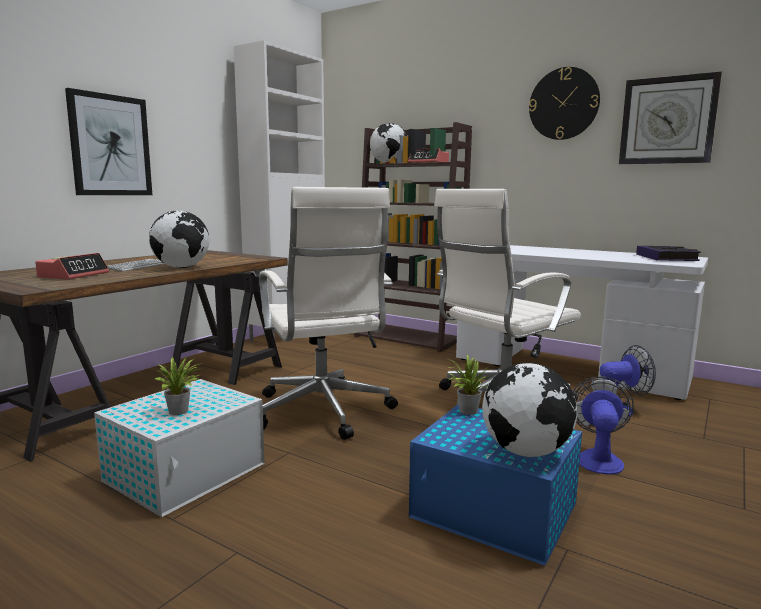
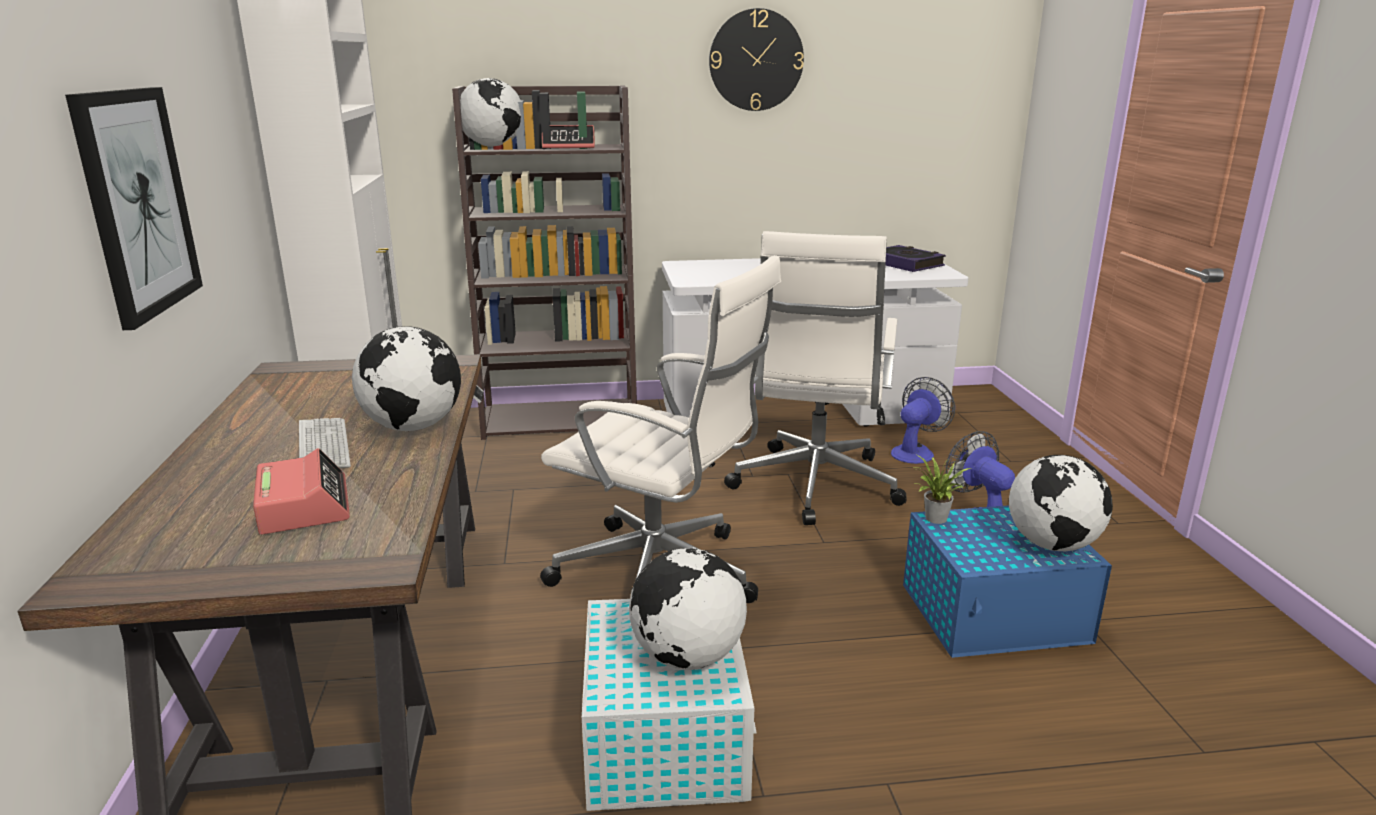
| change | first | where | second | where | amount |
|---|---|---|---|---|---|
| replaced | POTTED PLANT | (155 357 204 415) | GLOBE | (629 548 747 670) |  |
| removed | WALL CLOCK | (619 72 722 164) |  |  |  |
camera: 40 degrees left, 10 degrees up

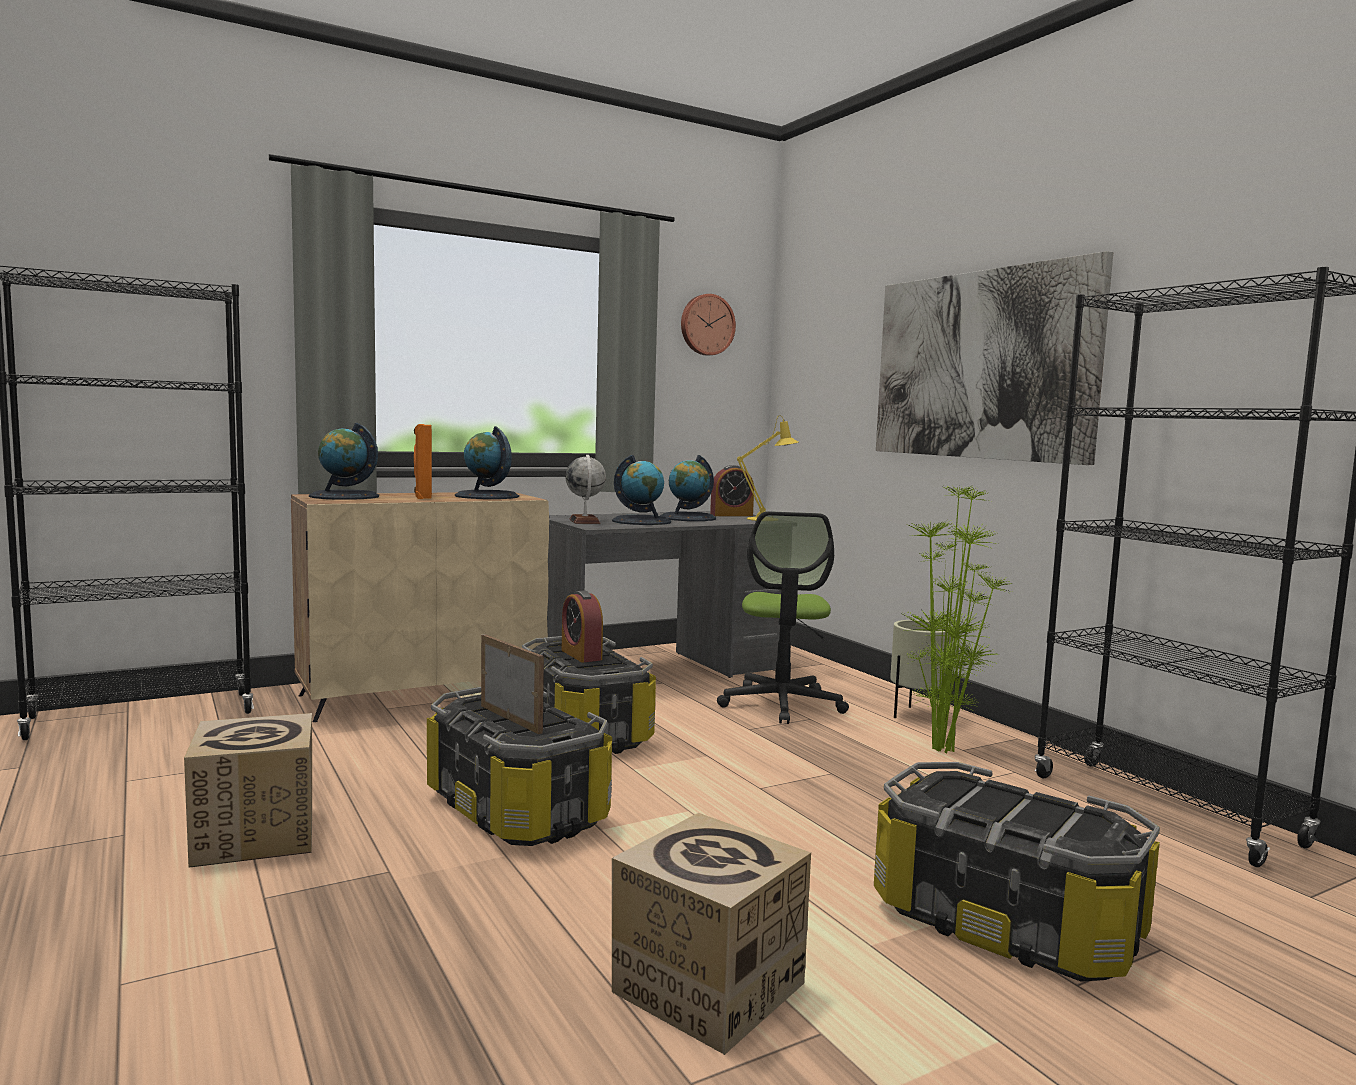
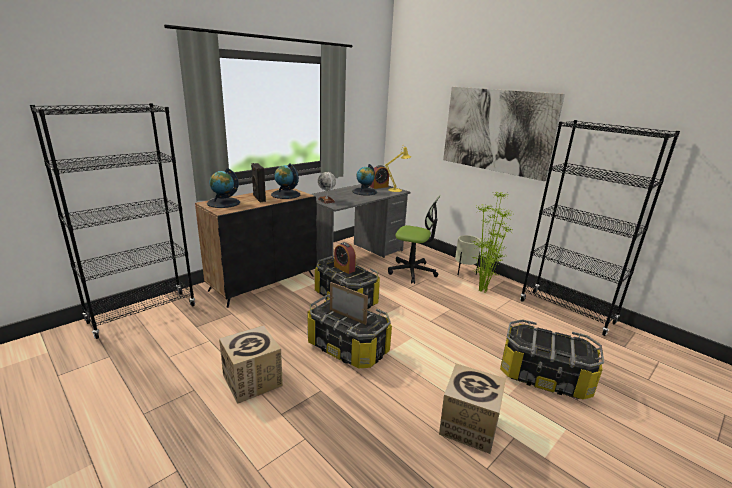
| change | first | where | second | where | amount |
|---|---|---|---|---|---|
| recoloured | BEIGE CABINET | (291 492 549 722) | BLACK CABINET | (195 188 317 308) |  |
| recoloured | ORANGE SPEAKER | (414 424 432 499) | BLACK SPEAKER | (251 163 266 202) |  |
| turned | OFFICE CHAIR | (717 511 849 724) |  | (388 195 441 284) | 60 degrees counterclockwise |
| removed | GLOBE | (612 455 671 525) |  |  |  |
| removed | WALL CLOCK | (681 294 736 356) |  |  |  |
camera: 15 degrees left, 15 degrees up

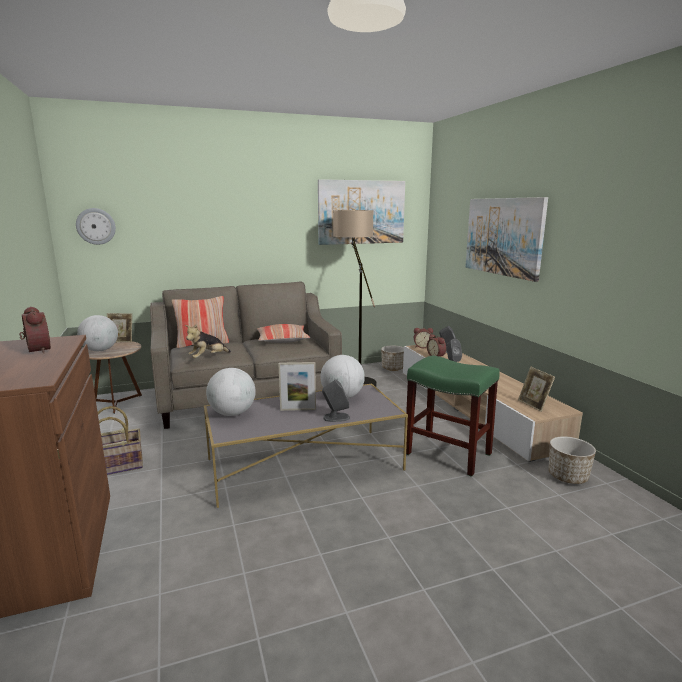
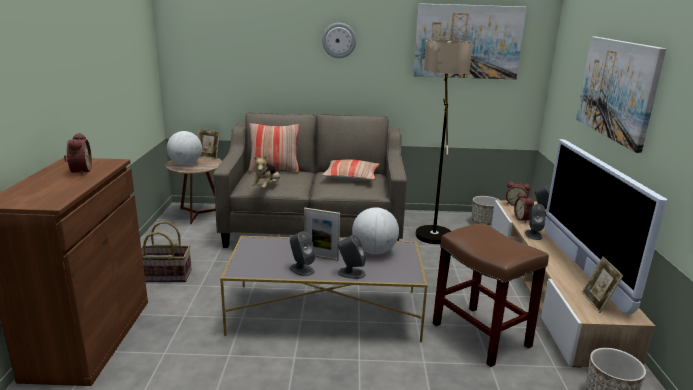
| change | first | where | second | where | amount |
|---|---|---|---|---|---|
| turned | PLUSH TOY | (185 324 231 358) |  | (251 155 280 189) | 45 degrees counterclockwise |
| added |  |  | GREY SPEAKER | (289 231 316 276) |  |
| moved | WALL CLOCK | (76 208 116 245) |  | (322 23 356 58) |  |
| recoloured | GREEN STOOL | (406 356 500 477) | BROWN STOOL | (433 223 549 367) |  |
| added |  |  | TELEVISION | (545 139 668 314) |  |
| removed | GLOBE | (206 368 256 416) |  |  |  |
camera: 20 degrees right, 5 degrees up

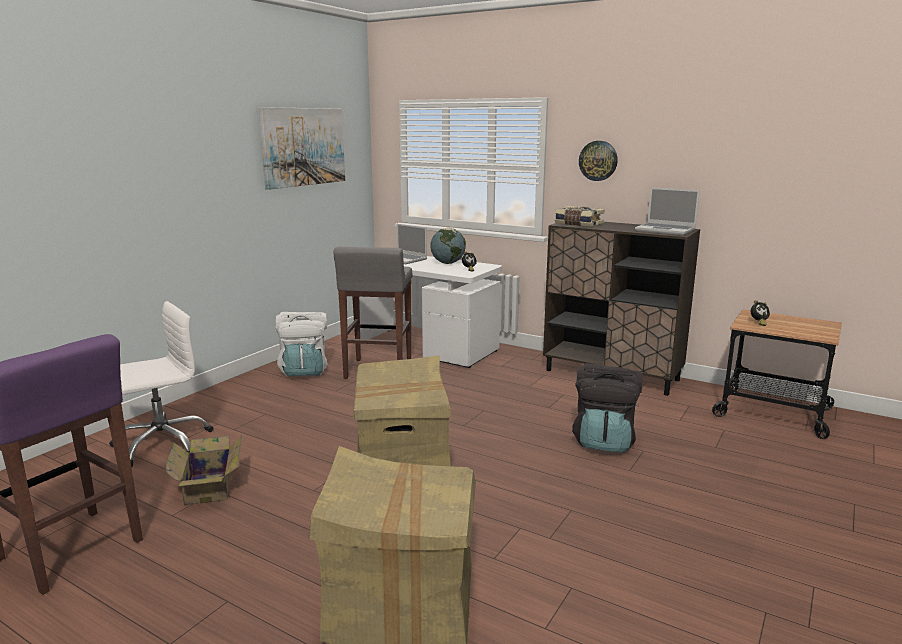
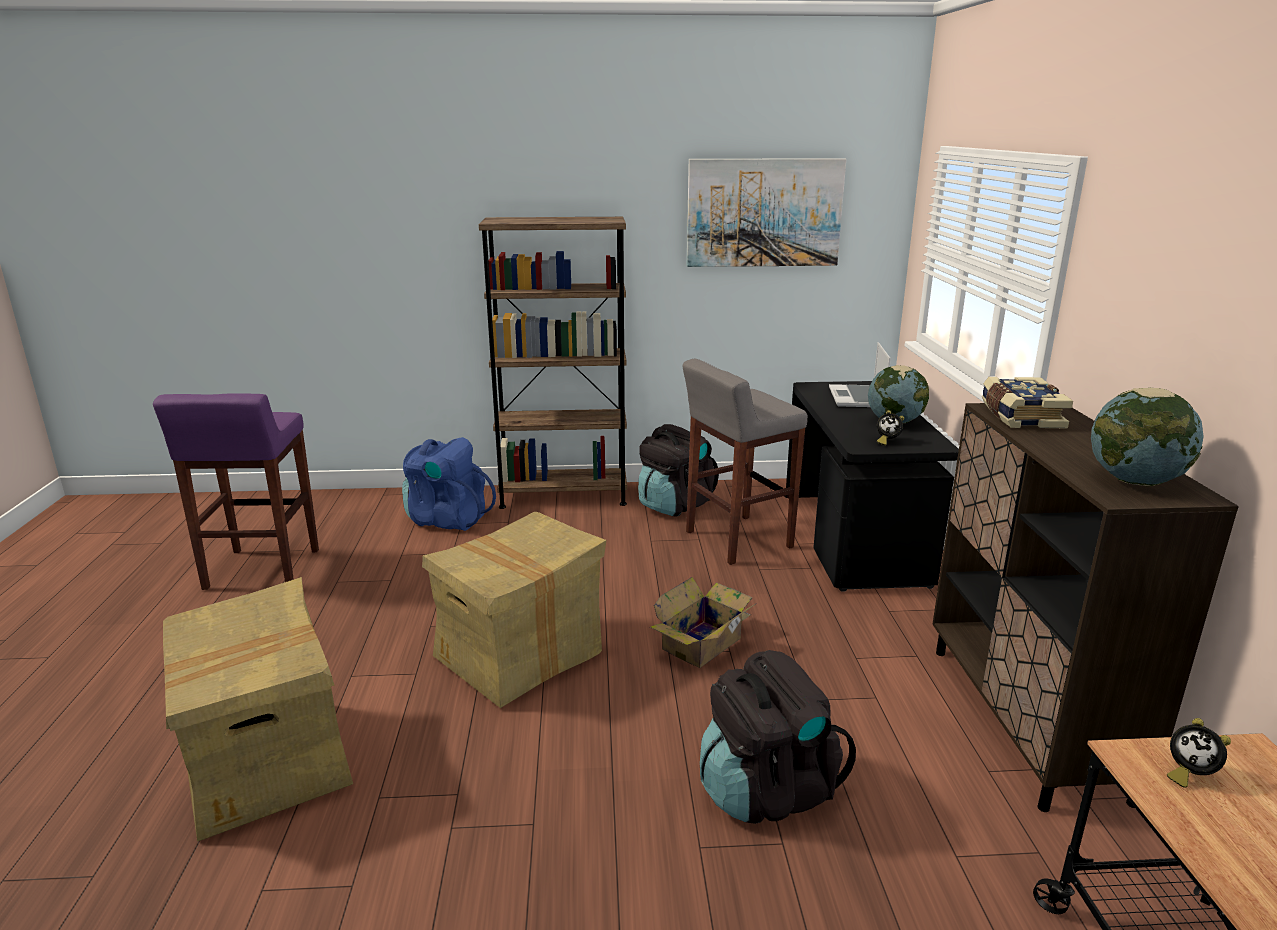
| change | first | where | second | where | amount |
|---|---|---|---|---|---|
| replaced | WHITE OFFICE CHAIR | (109 301 213 468) | BLUE BACKPACK | (402 437 496 531) |  |
| added |  |  | BROWN BOOKCASE | (479 217 627 509) |  |
| recoloured | WHITE BACKPACK | (275 312 328 376) | BLACK BACKPACK | (638 424 719 517) |  |
| moved | CARDBOARD BOX | (166 435 242 505) |  | (650 577 755 668) |  |
| recoloured | WHITE DESK | (359 256 502 368) | BLACK DESK | (785 381 959 592) |  |
| replaced | LAPTOP | (635 187 700 235) | GLOBE | (1091 388 1204 486) |  |
| removed | WALL CLOCK | (579 141 618 181) |  |  |  |
camera: 55 degrees right, 5 degrees up

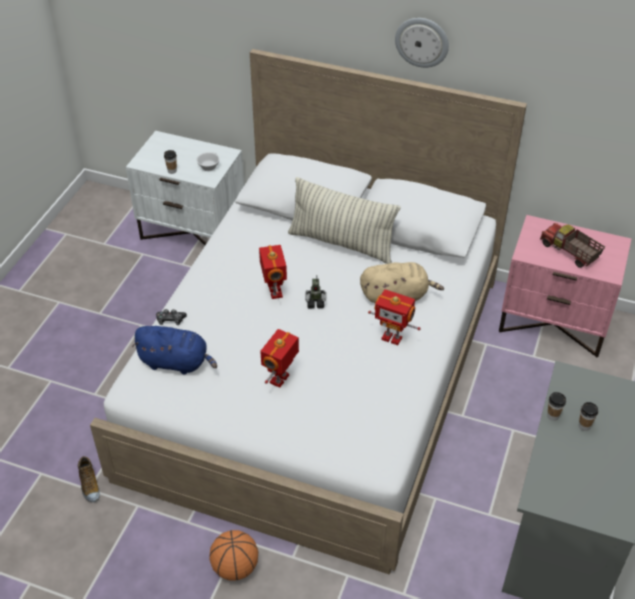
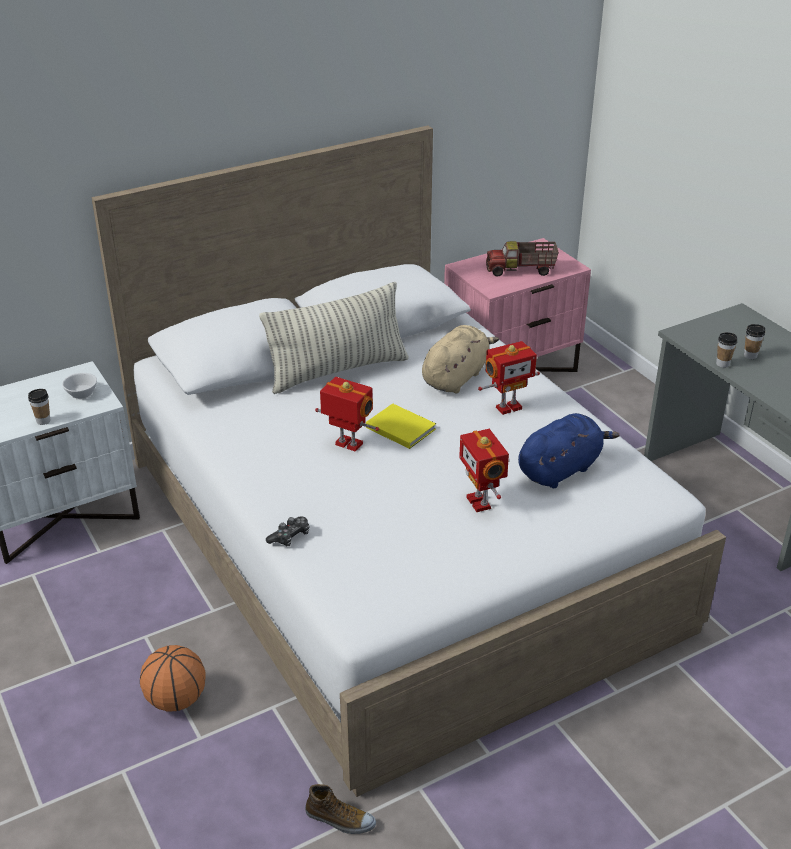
| change | first | where | second | where | amount |
|---|---|---|---|---|---|
| moved | BASKETBALL | (209 530 258 581) |  | (140 645 206 712) |  |
| replaced | TOY ROBOT | (305 275 326 308) | YELLOW BOOK | (366 404 436 449) |  |
| moved | BLUE PLUSH TOY | (132 326 217 374) |  | (518 413 620 488) |  |
| removed | WALL CLOCK | (395 18 449 68) |  |  |  |
camera: 50 degrees left, 10 degrees down

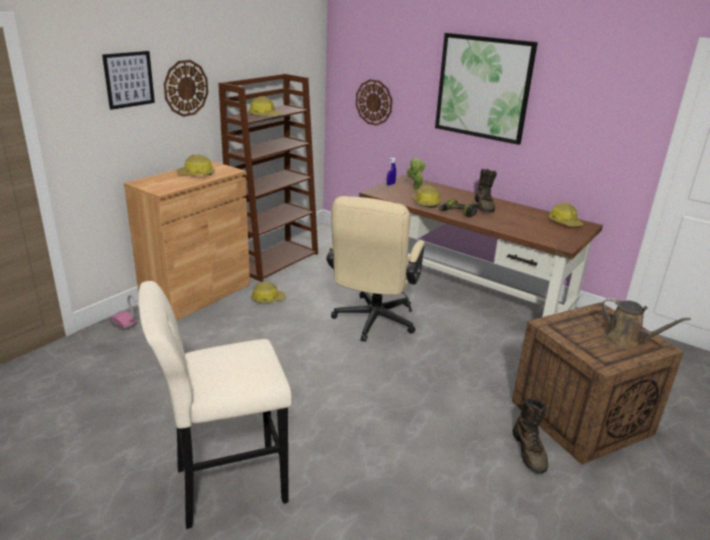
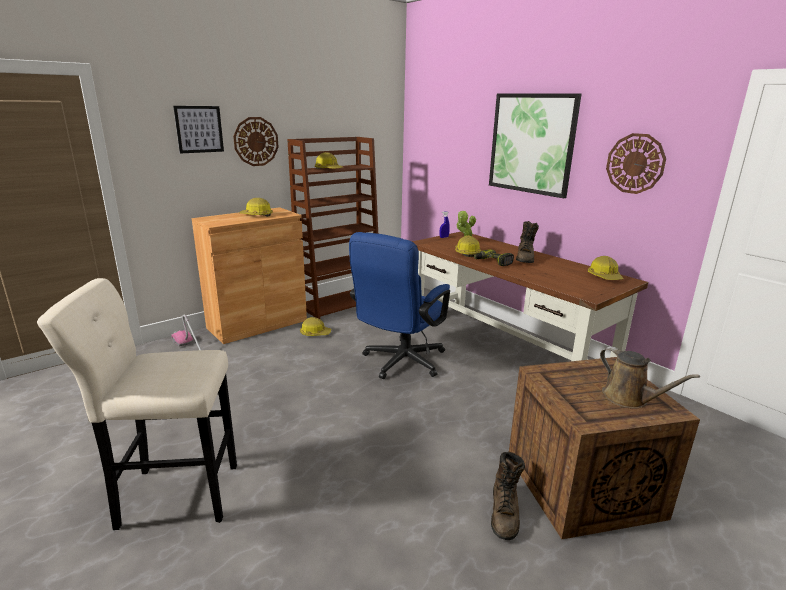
| change | first | where | second | where | amount |
|---|---|---|---|---|---|
| recoloured | BEIGE OFFICE CHAIR | (326 196 425 342) | BLUE OFFICE CHAIR | (349 232 450 379) |  |
| moved | WALL CLOCK | (356 79 392 126) |  | (606 133 666 194) |  |
camera: 15 degrees right, 5 degrees down

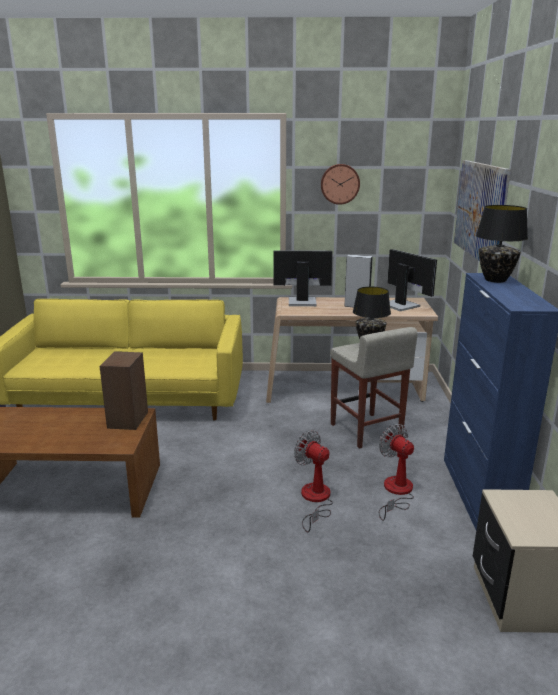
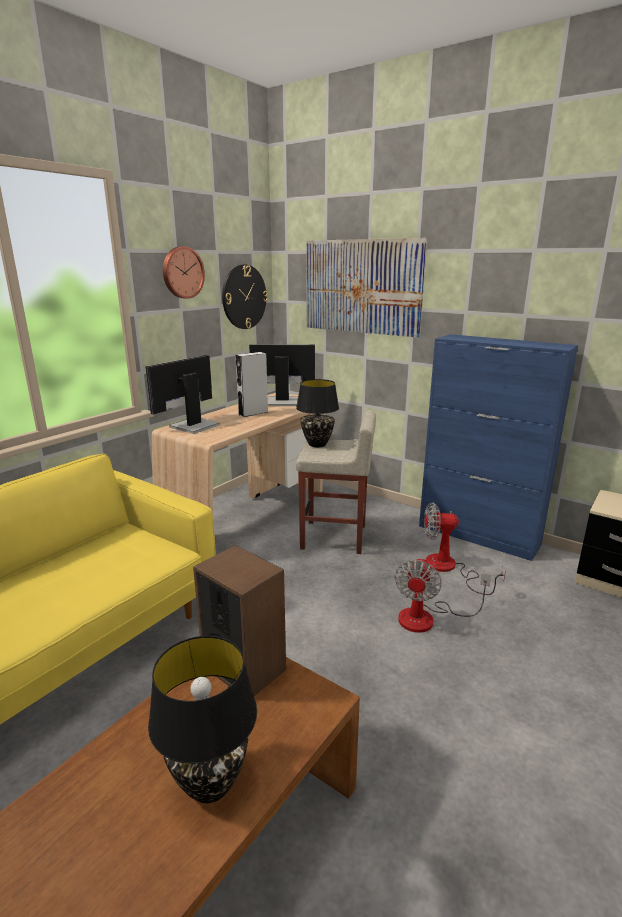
| change | first | where | second | where | amount |
|---|---|---|---|---|---|
| moved | BLACK TABLE LAMP | (476 205 528 283) |  | (148 636 257 803) |  |
| added |  |  | WALL CLOCK | (222 265 268 329) |  |
| turned | FAN | (294 430 333 532) |  | (394 558 491 633) | 60 degrees counterclockwise |
camera: 55 degrees left, 0 degrees up

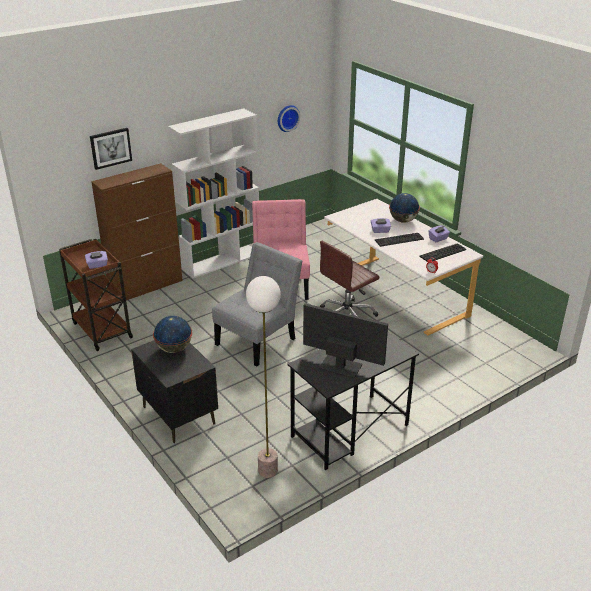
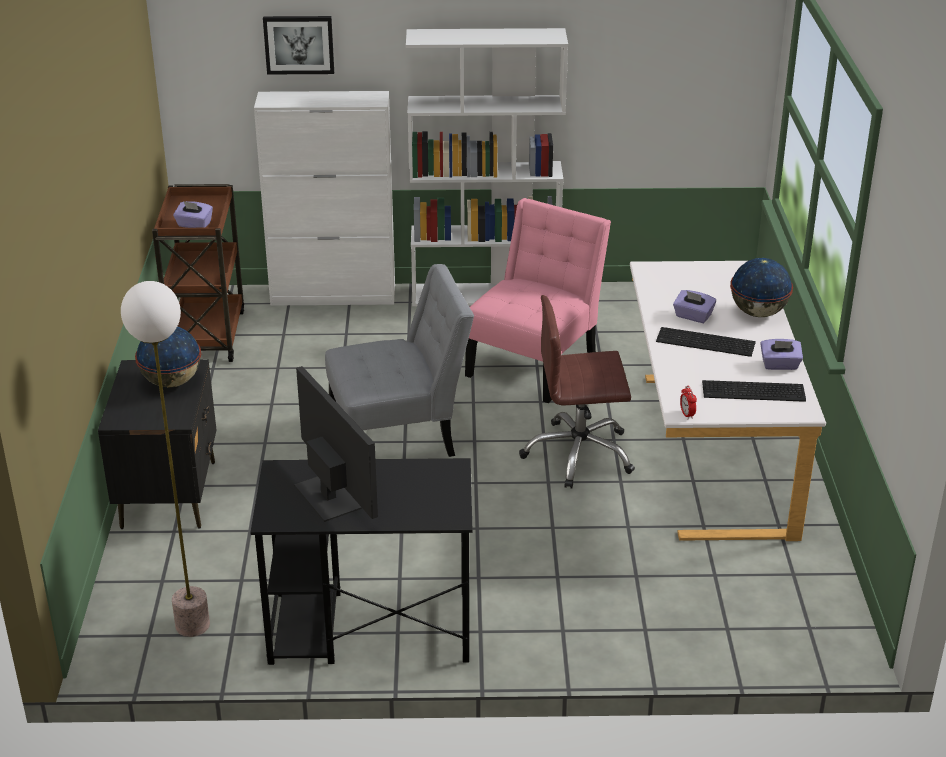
| change | first | where | second | where | amount |
|---|---|---|---|---|---|
| recoloured | BROWN CABINET | (91 163 183 300) | WHITE CABINET | (254 91 395 306) |  |
| removed | WALL CLOCK | (278 105 300 132) |  |  |  |
camera: 35 degrees right, 0 degrees up

